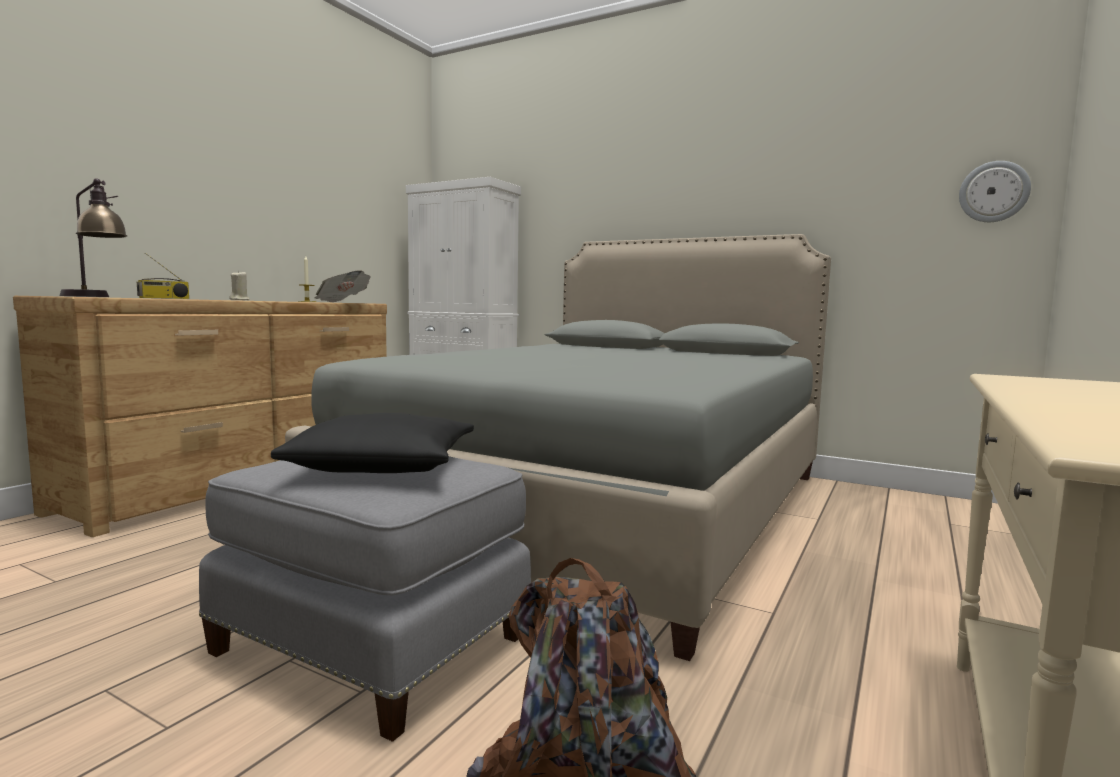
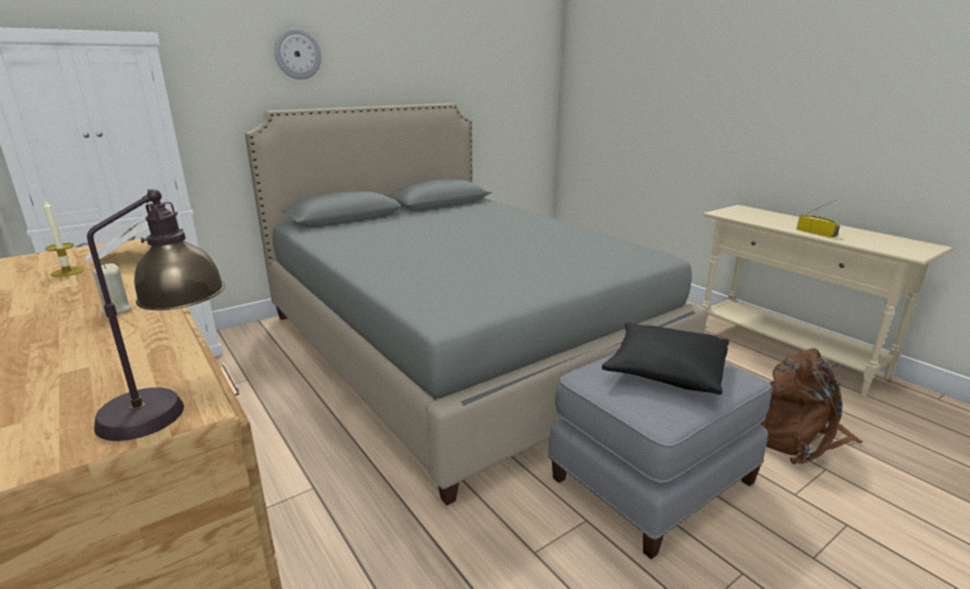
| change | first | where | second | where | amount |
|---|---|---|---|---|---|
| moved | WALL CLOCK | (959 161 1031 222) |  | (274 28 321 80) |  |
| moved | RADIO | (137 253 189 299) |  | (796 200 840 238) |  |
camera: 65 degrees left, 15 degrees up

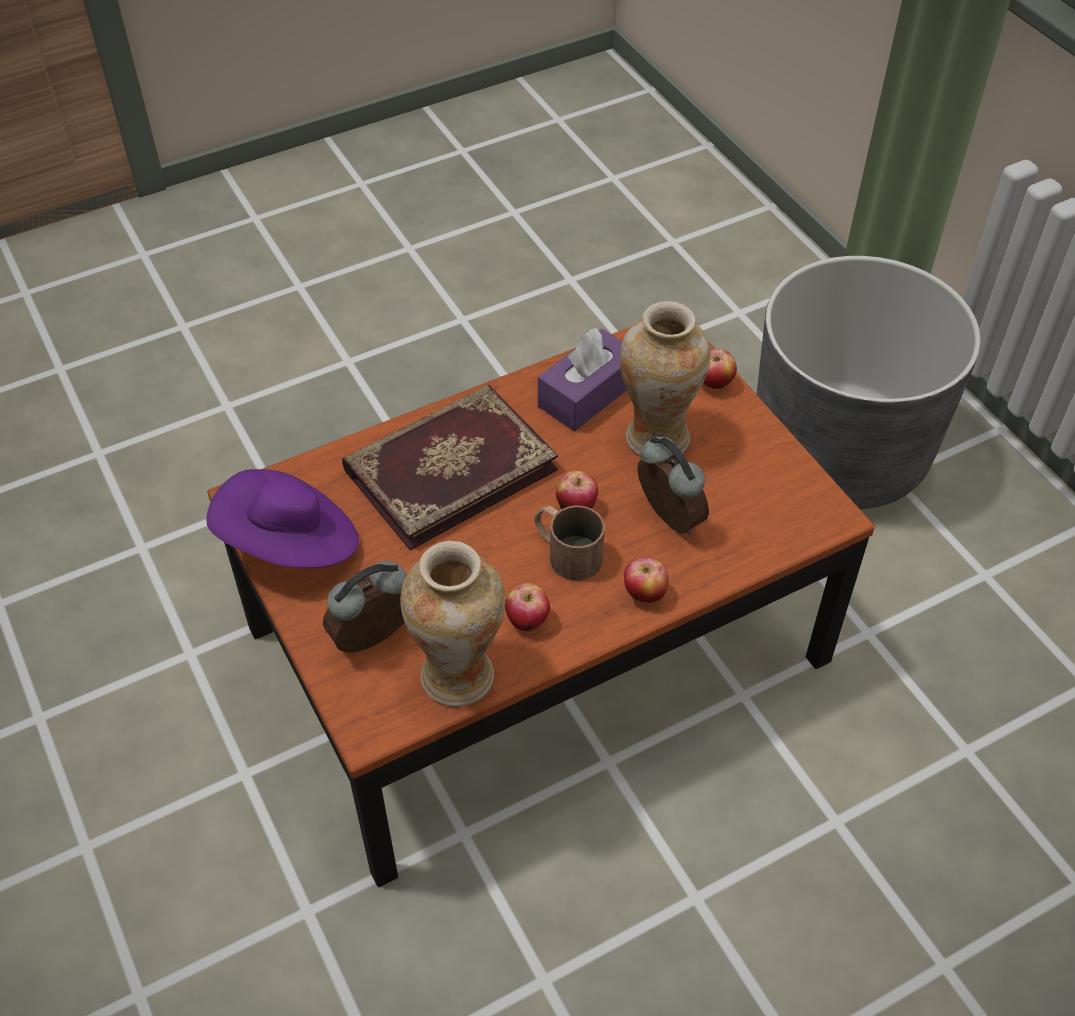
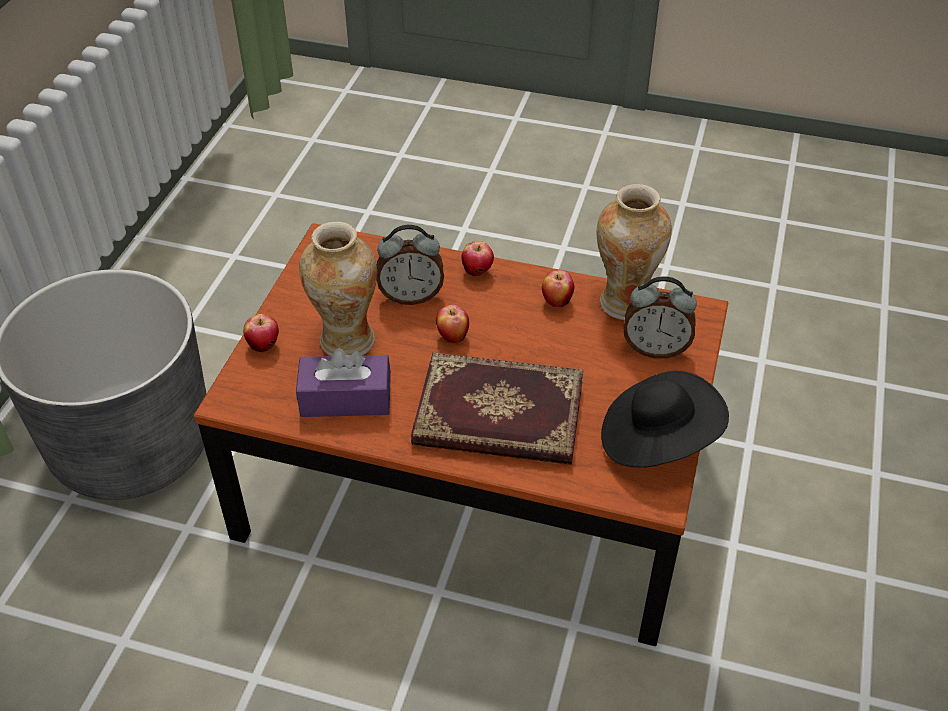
| change | first | where | second | where | amount |
|---|---|---|---|---|---|
| turned | ALARM CLOCK | (637 436 709 534) |  | (377 225 444 305) | 105 degrees counterclockwise |
| recoloured | PURPLE HAT | (206 469 359 568) | BLACK HAT | (601 371 729 468) |  |
| removed | BROWN MUG | (534 505 605 581) |  |  |  |
camera: 135 degrees left, 5 degrees down

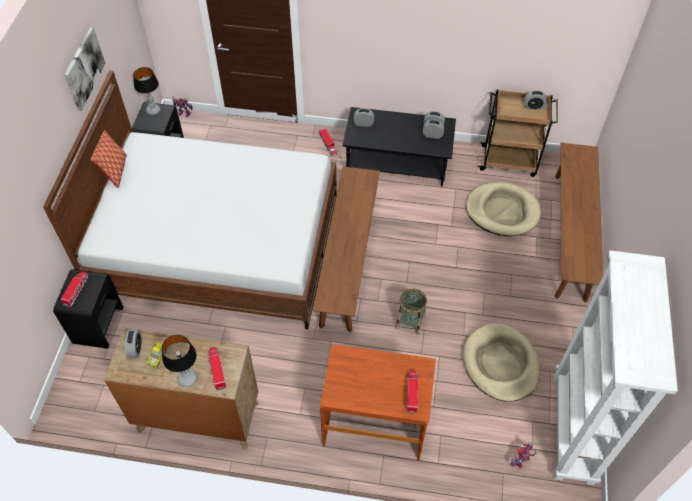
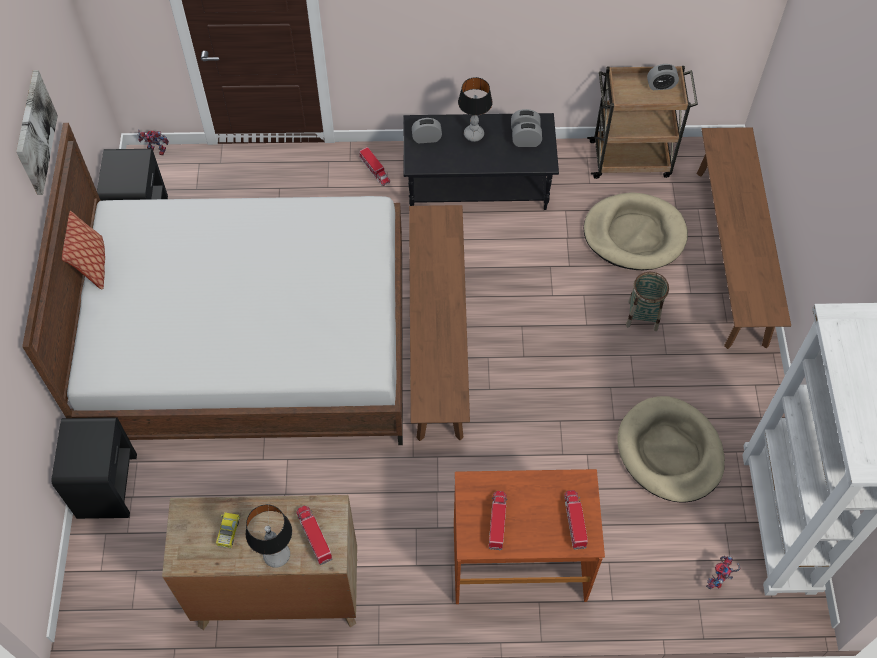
| change | first | where | second | where | amount |
|---|---|---|---|---|---|
| moved | TABLE LAMP | (133 67 161 115) |  | (458 77 493 142) |  |
| moved | TOY TRUCK | (61 272 88 307) |  | (489 491 507 551) |  |
| moved | BASKET | (396 289 427 335) |  | (626 272 669 331) |  |
| removed | ALARM CLOCK | (125 329 142 358) |  |  |  |
camera: 10 degrees left, 5 degrees up

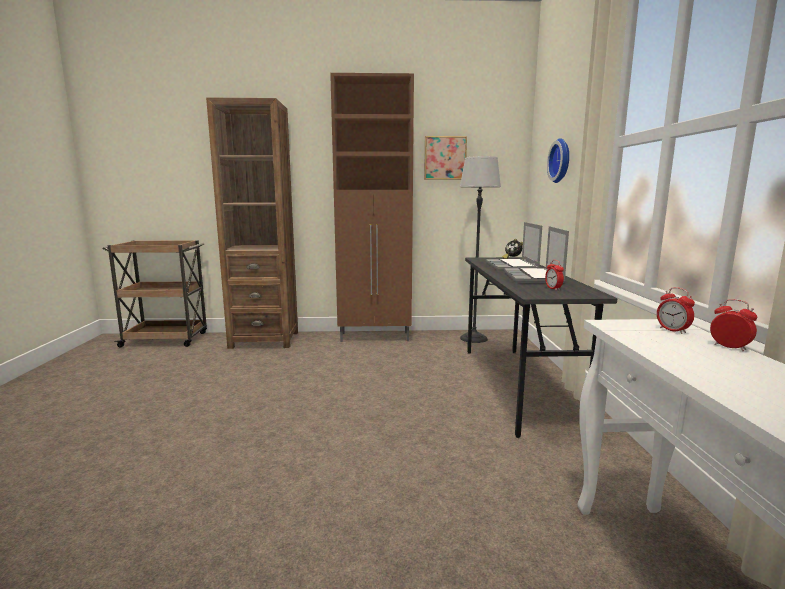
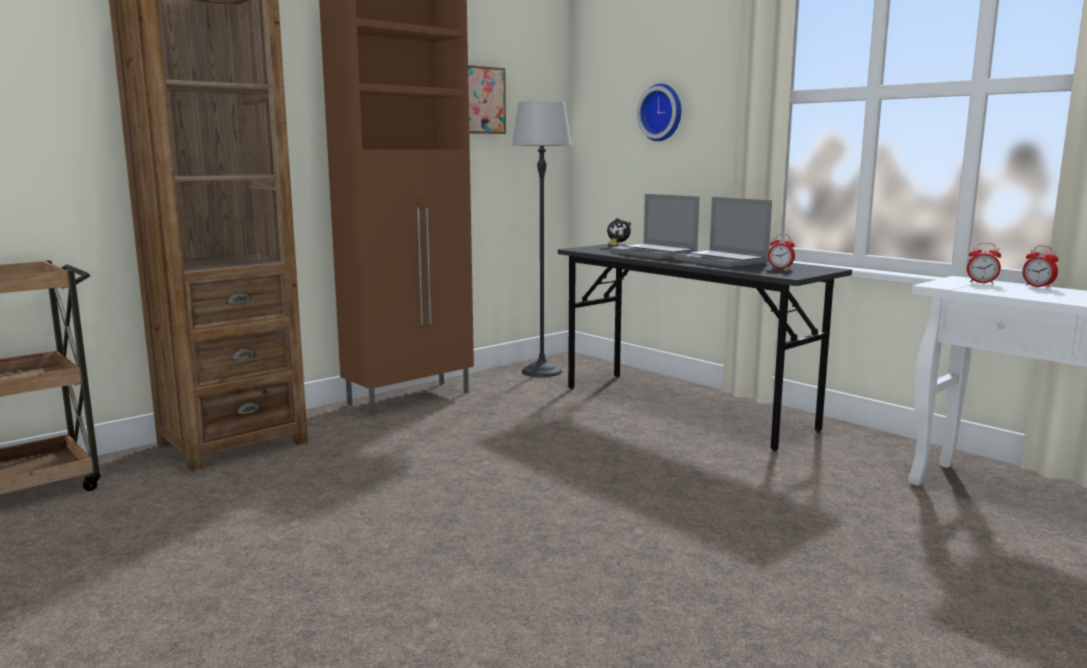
| change | first | where | second | where | amount |
|---|---|---|---|---|---|
| turned | ALARM CLOCK | (710 299 757 351) |  | (1023 245 1058 288) | 135 degrees counterclockwise |
camera: 40 degrees left, 0 degrees up

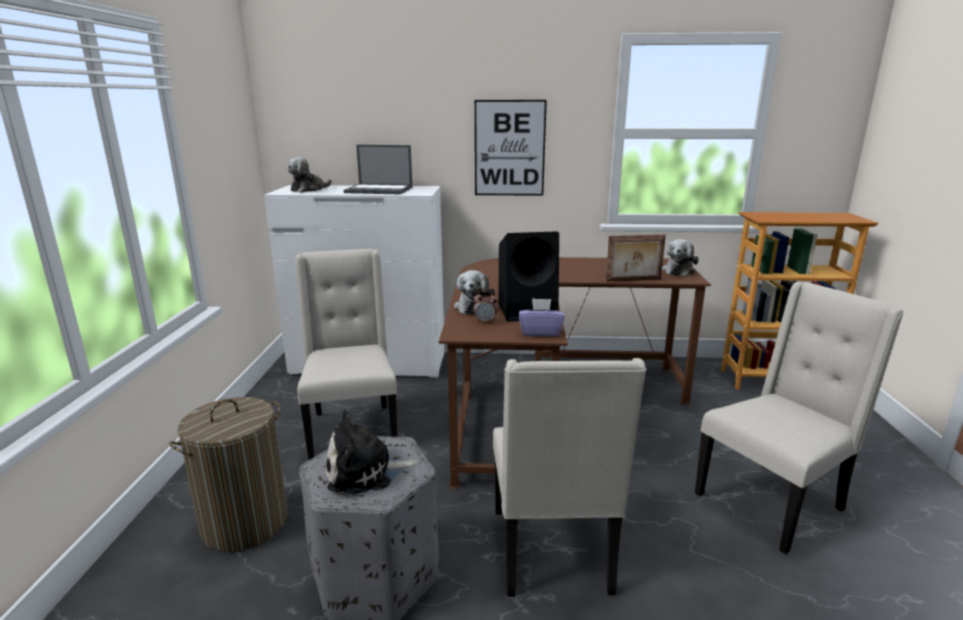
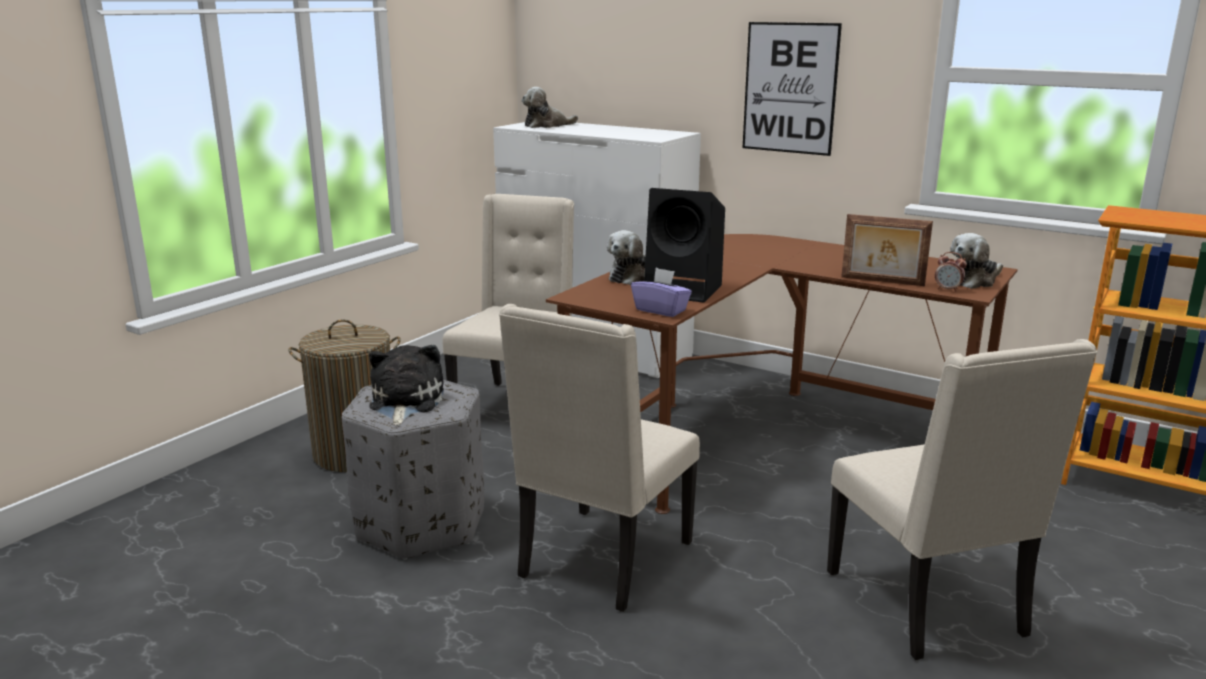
| change | first | where | second | where | amount |
|---|---|---|---|---|---|
| turned | PLUSH TOY | (326 409 417 495) |  | (369 345 444 425) | 75 degrees clockwise |
| turned | BEIGE CHAIR | (695 282 904 554) |  | (827 339 1097 660) | 75 degrees clockwise |
| moved | ALARM CLOCK | (473 291 497 323) |  | (935 252 967 292) |  |
| removed | LAPTOP | (344 145 412 194) |  |  |  |
camera: 30 degrees right, 0 degrees up

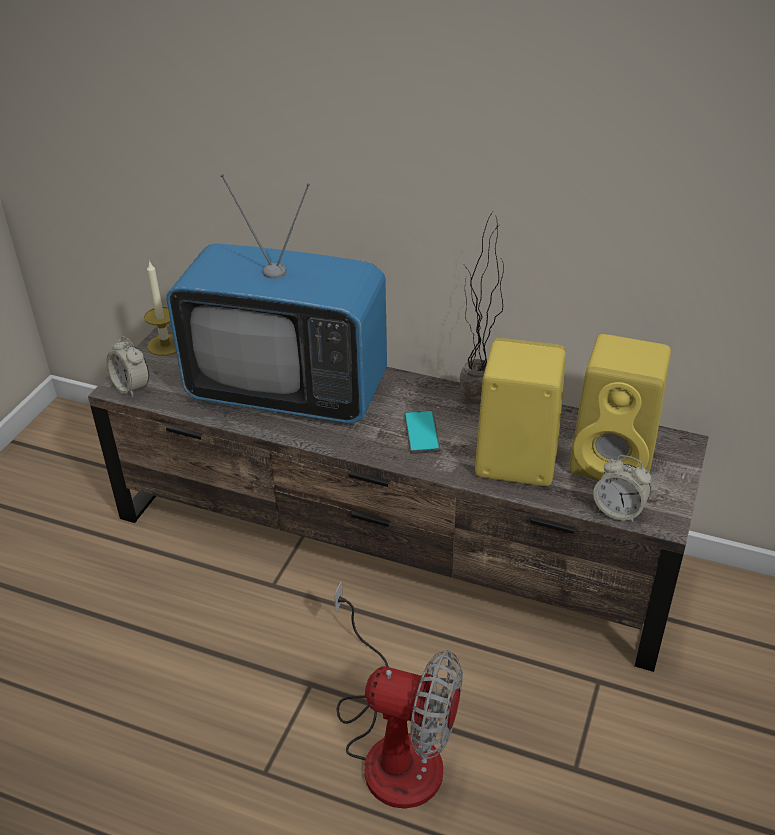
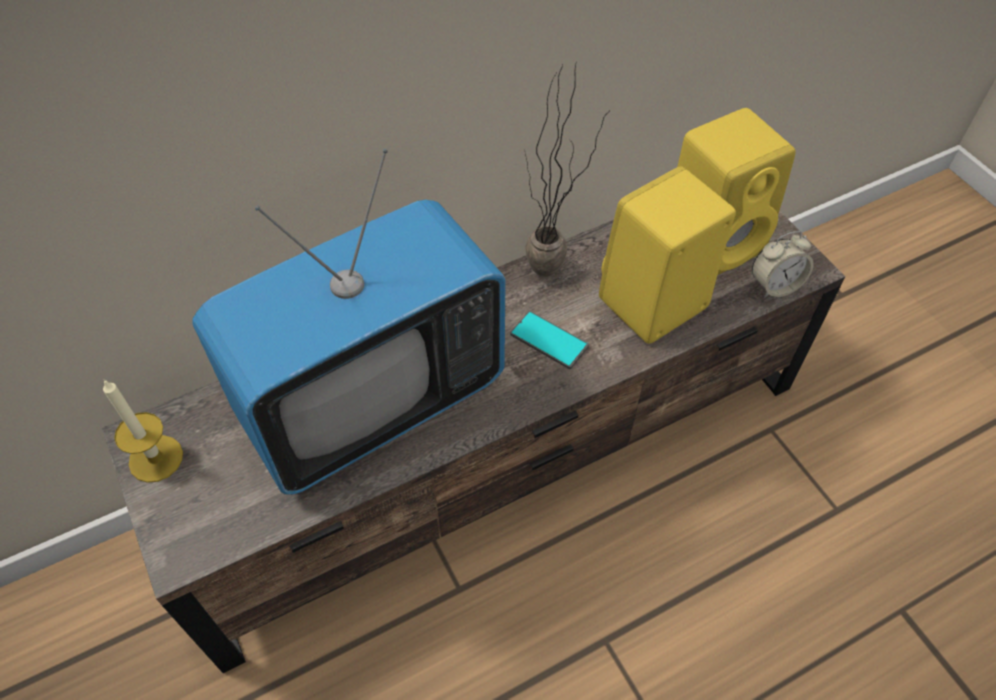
| change | first | where | second | where | amount |
|---|---|---|---|---|---|
| removed | ALARM CLOCK | (107 336 149 397) |  |  |  |
| removed | FAN | (334 581 463 809) |  |  |  |
camera: 50 degrees left, 15 degrees up

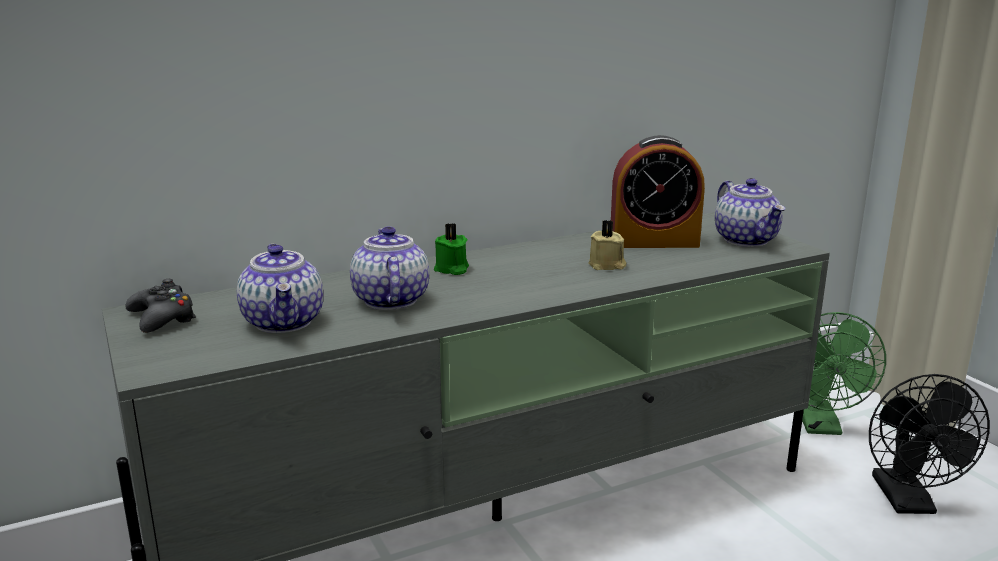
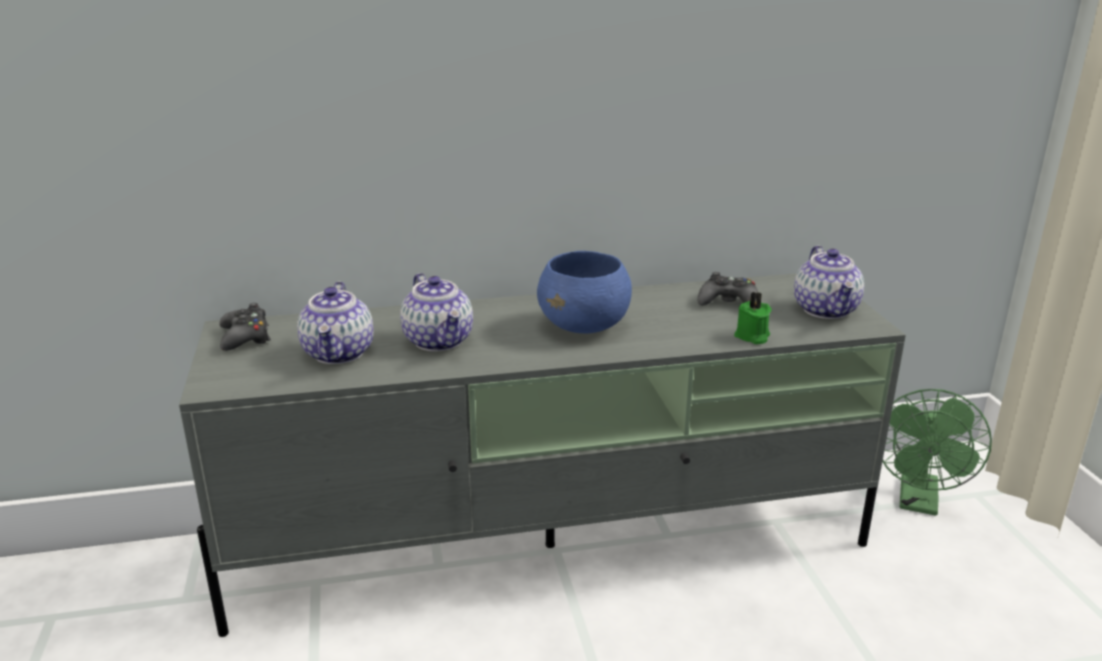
| change | first | where | second | where | amount |
|---|---|---|---|---|---|
| turned | TEAPOT | (350 226 429 310) |  | (400 273 473 352) | 150 degrees clockwise |
| added |  |  | BLUE BOWL | (537 251 632 333) |  |
| replaced | ALARM CLOCK | (611 135 705 248) | BLACK GAME CONTROLLER | (697 272 758 305) |  |
| moved | GREEN CANDLE | (434 223 469 275) |  | (734 292 772 344) |  |
| removed | BEIGE CANDLE | (588 220 626 270) |  |  |  |
| removed | BLACK FAN | (869 374 990 514) |  |  |  |
camera: 15 degrees right, 5 degrees up

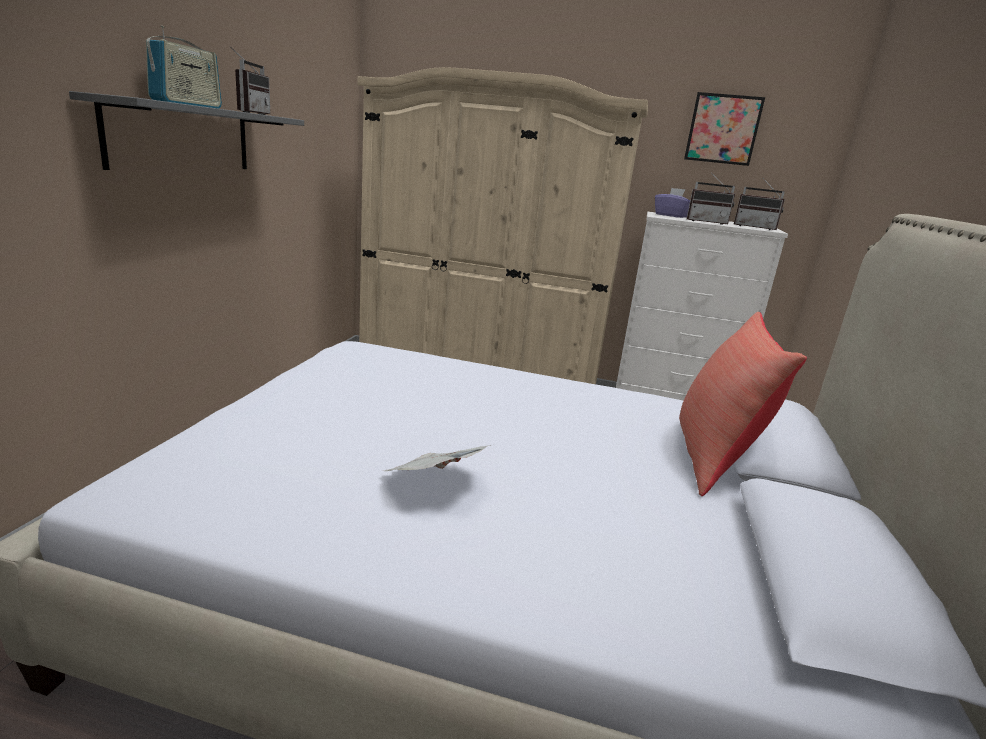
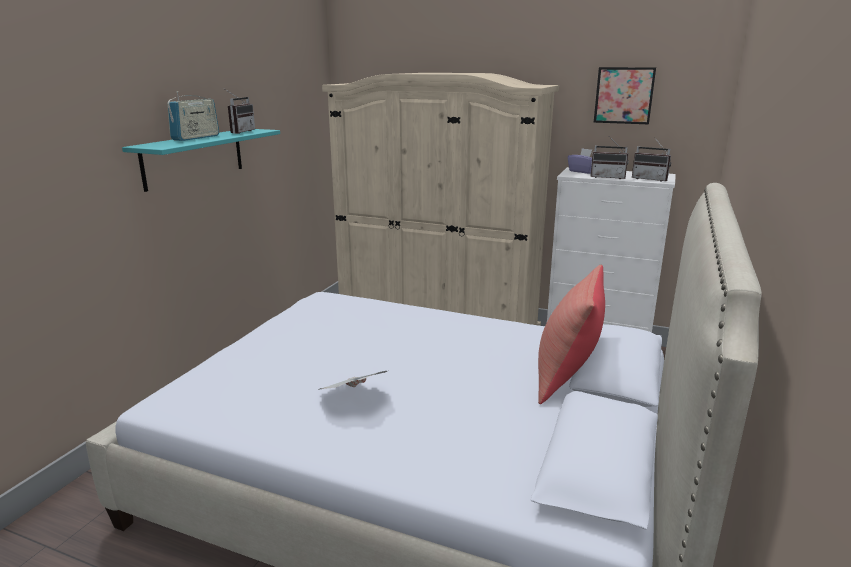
| change | first | where | second | where | amount |
|---|---|---|---|---|---|
| recoloured | GREY SHELF | (69 91 304 170) | TURQUOISE SHELF | (122 129 280 192) |  |
camera: 10 degrees right, 0 degrees up

